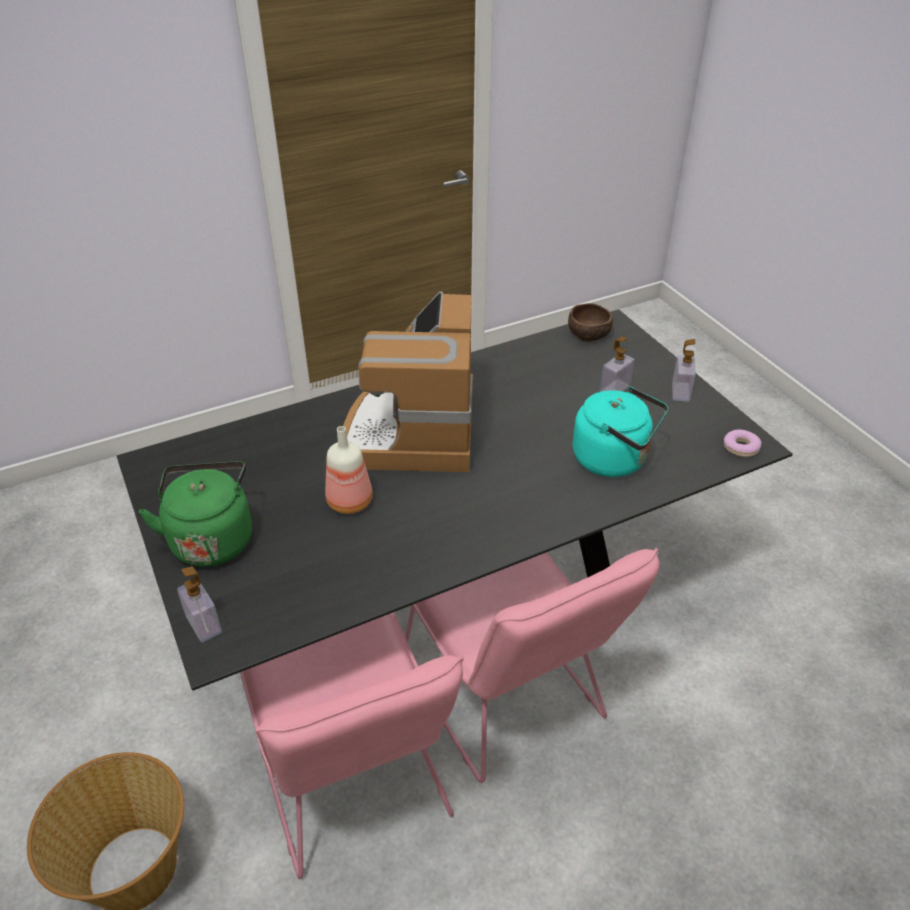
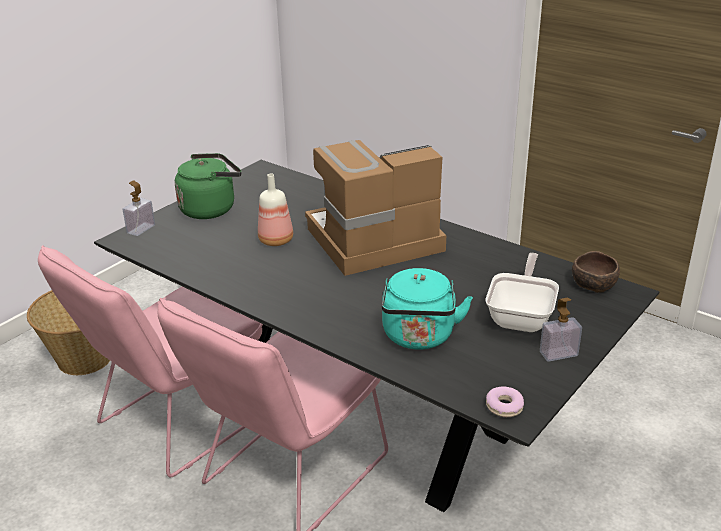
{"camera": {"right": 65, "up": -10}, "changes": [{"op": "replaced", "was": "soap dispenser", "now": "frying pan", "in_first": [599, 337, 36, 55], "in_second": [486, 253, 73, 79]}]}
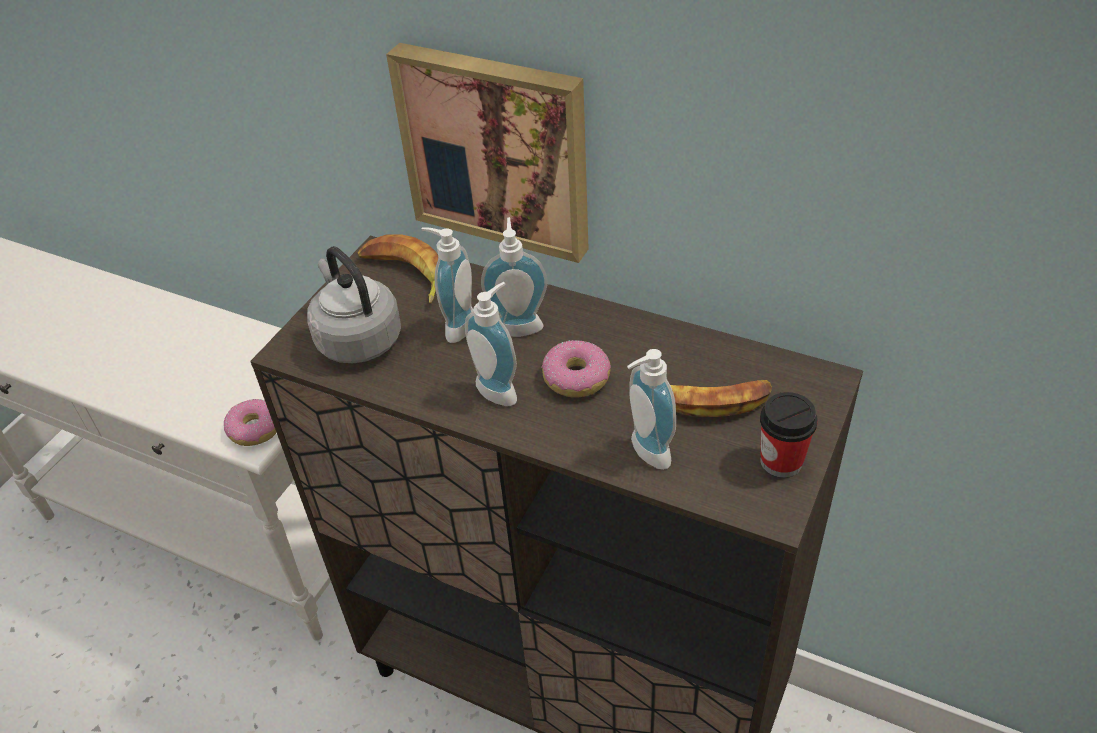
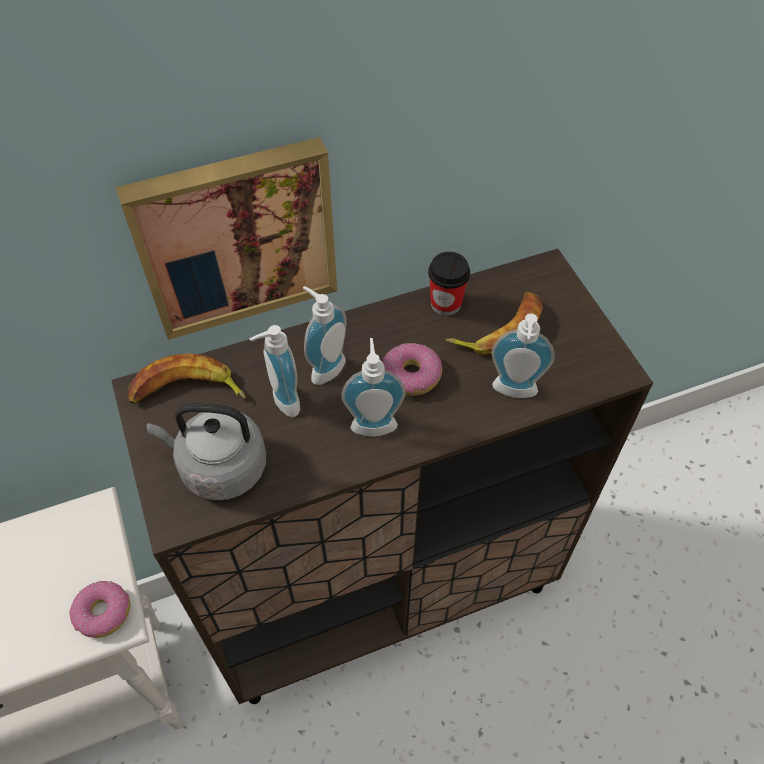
{"camera": {"right": -50, "up": 10}, "changes": [{"op": "moved", "was": "cup", "in_first": [760, 392, 58, 86], "in_second": [428, 252, 42, 64]}]}
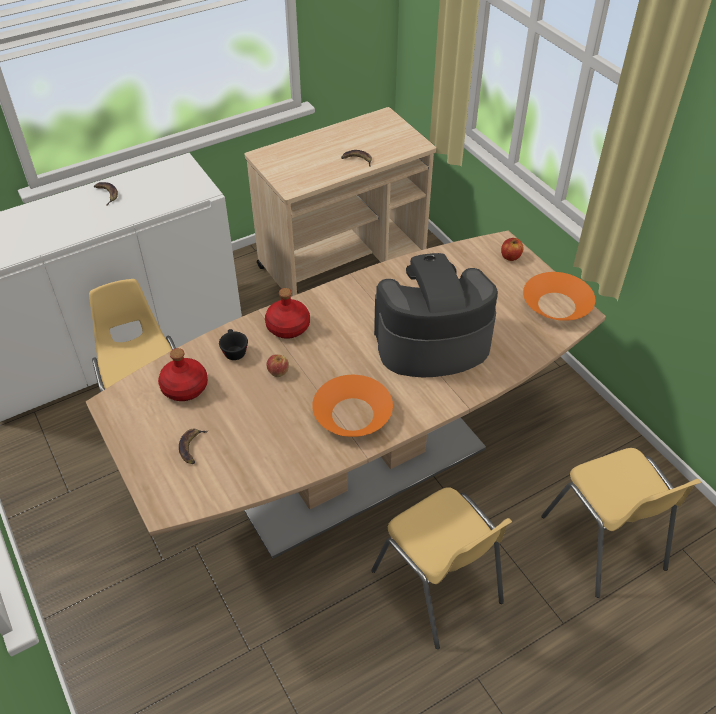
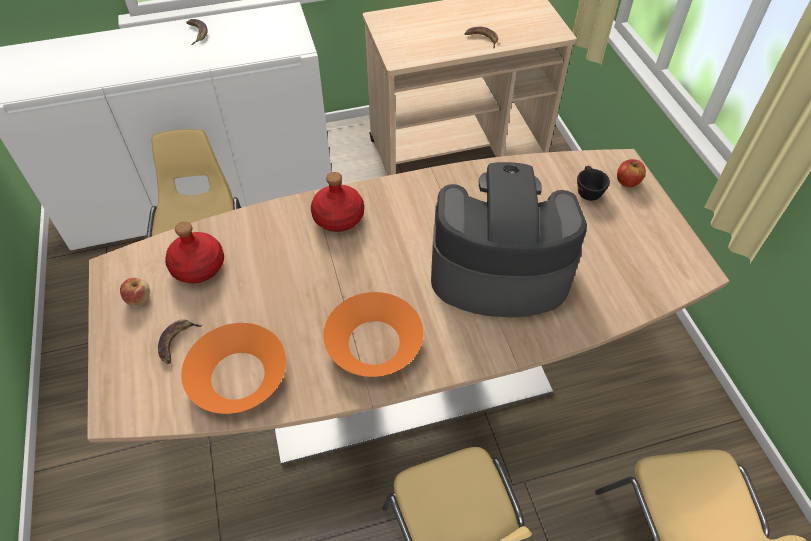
{"camera": {"right": 15, "up": 5}, "changes": [{"op": "moved", "was": "black cup", "in_first": [219, 329, 29, 31], "in_second": [577, 166, 33, 35]}, {"op": "moved", "was": "apple", "in_first": [266, 354, 23, 23], "in_second": [120, 278, 30, 28]}, {"op": "moved", "was": "orange bowl", "in_first": [523, 272, 72, 49], "in_second": [181, 323, 105, 91]}]}
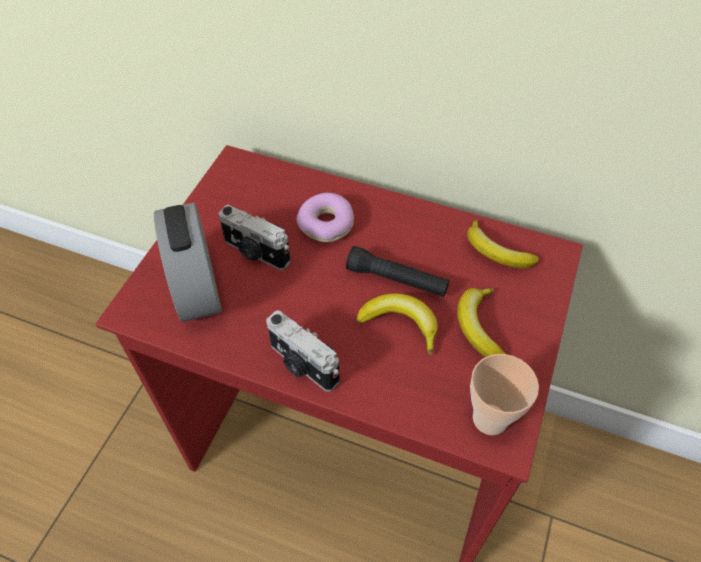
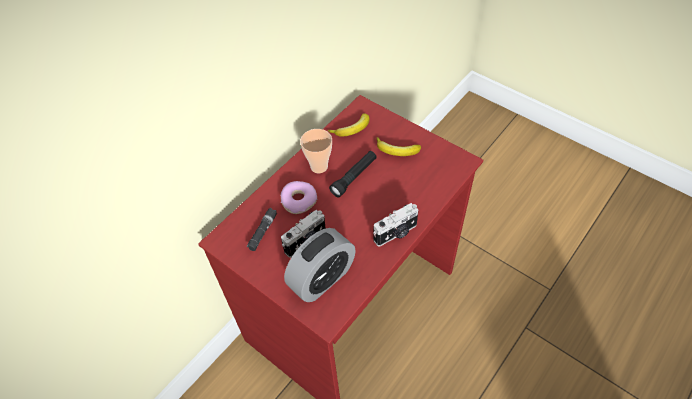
{"camera": {"right": -70, "up": 0}, "changes": [{"op": "turned", "was": "alarm clock", "in_first": [154, 203, 68, 119], "in_second": [284, 228, 72, 74], "clockwise": -45}, {"op": "removed", "was": "banana", "in_first": [356, 293, 82, 63]}, {"op": "moved", "was": "cup", "in_first": [470, 354, 69, 81], "in_second": [300, 129, 32, 44]}, {"op": "added", "now": "black flashlight", "in_second": [247, 208, 30, 43]}]}
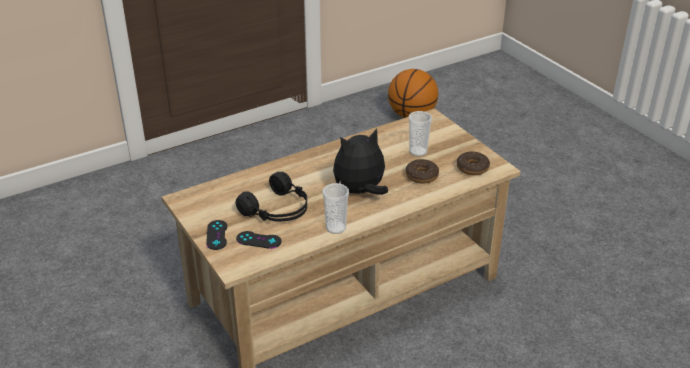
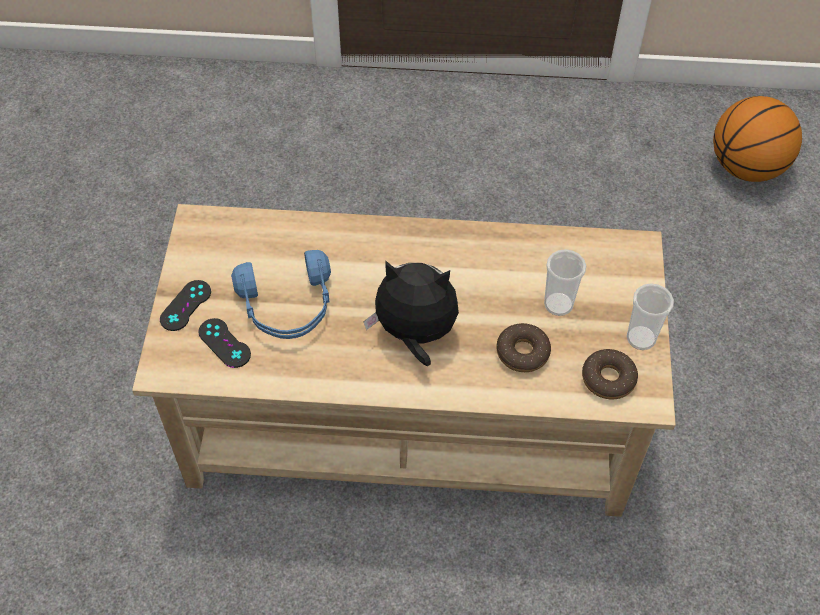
{"camera": {"right": 35, "up": 20}, "changes": [{"op": "recoloured", "was": "black headphones", "now": "blue headphones", "in_first": [235, 172, 72, 50], "in_second": [231, 250, 100, 89]}, {"op": "moved", "was": "cup", "in_first": [322, 183, 27, 51], "in_second": [627, 283, 47, 67]}]}
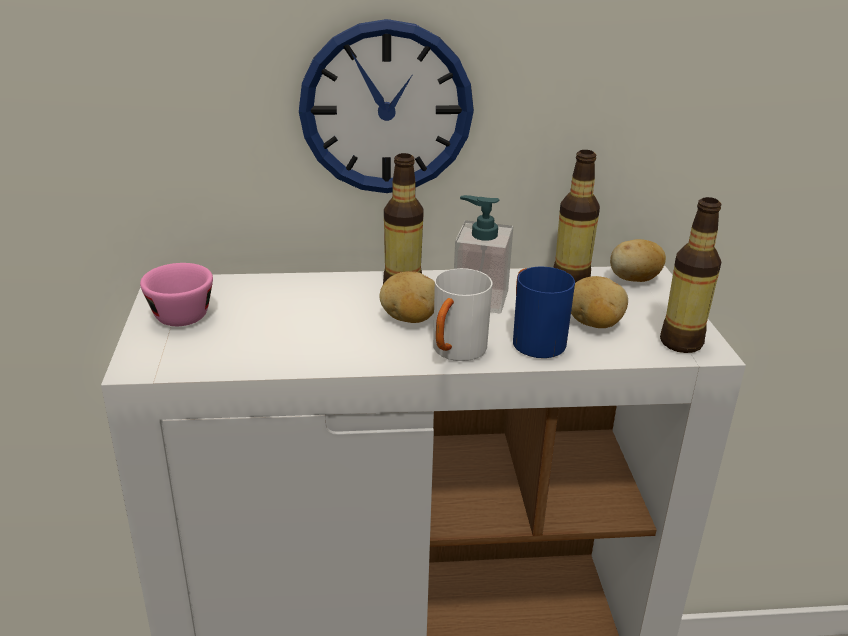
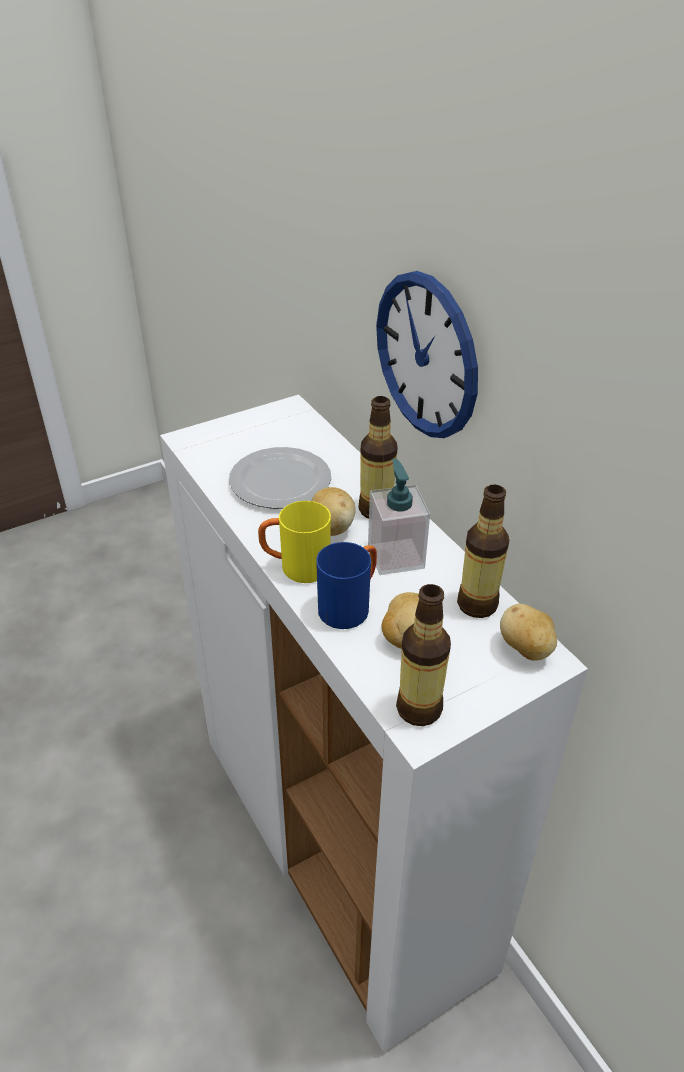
{"camera": {"right": 65, "up": 10}, "changes": [{"op": "removed", "was": "pink cup", "in_first": [140, 263, 73, 63]}, {"op": "recoloured", "was": "white mug", "now": "yellow mug", "in_first": [433, 268, 60, 93], "in_second": [258, 501, 73, 82]}, {"op": "added", "now": "plate", "in_second": [229, 447, 102, 62]}]}
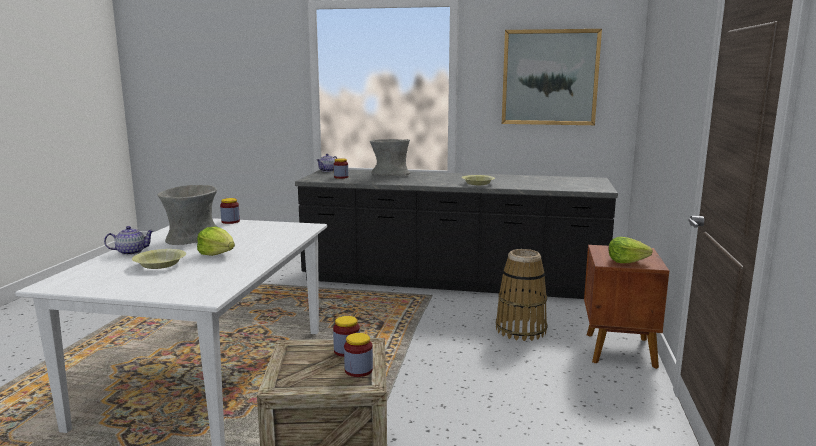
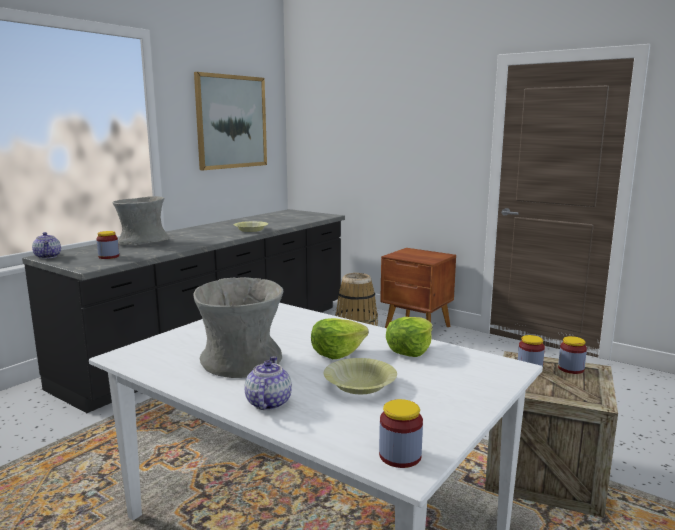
{"camera": {"right": -65, "up": 0}, "changes": [{"op": "moved", "was": "jar", "in_first": [220, 198, 20, 26], "in_second": [379, 399, 44, 69]}, {"op": "moved", "was": "lettuce", "in_first": [609, 237, 44, 26], "in_second": [386, 317, 47, 40]}]}
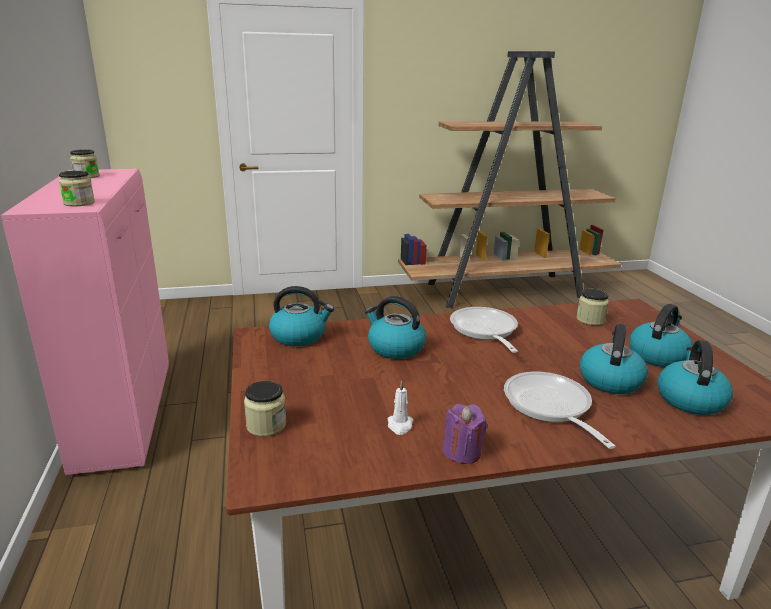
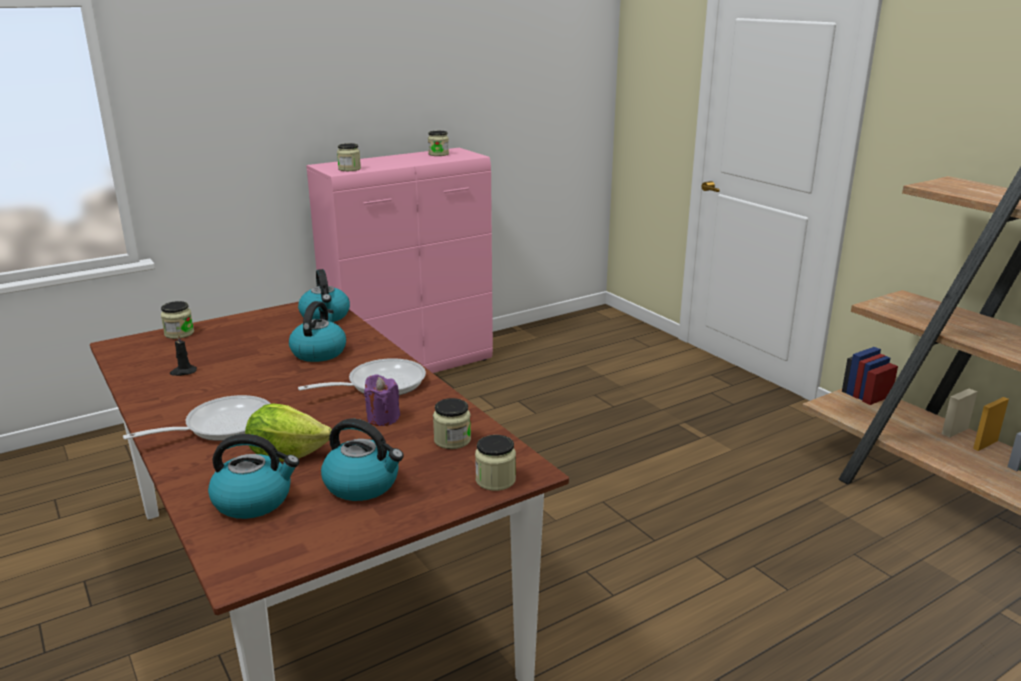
{"camera": {"right": 70, "up": 0}, "changes": [{"op": "recoloured", "was": "white candle", "now": "black candle", "in_first": [388, 380, 25, 55], "in_second": [170, 334, 27, 42]}, {"op": "moved", "was": "purple candle", "in_first": [442, 404, 45, 60], "in_second": [364, 374, 36, 52]}, {"op": "replaced", "was": "kettle", "now": "lettuce", "in_first": [580, 324, 68, 70], "in_second": [245, 403, 87, 59]}, {"op": "added", "now": "jar", "in_second": [475, 435, 41, 56]}]}
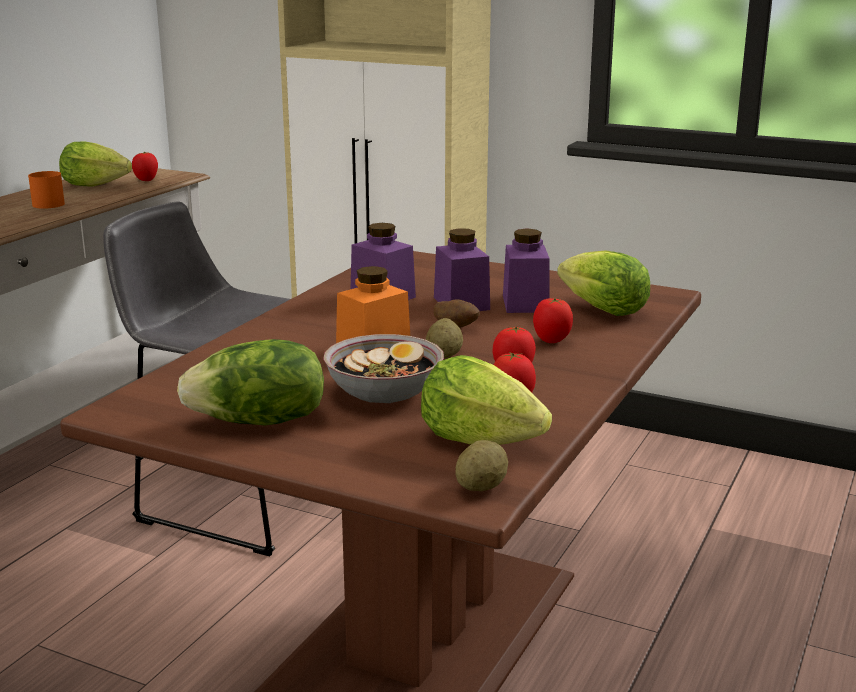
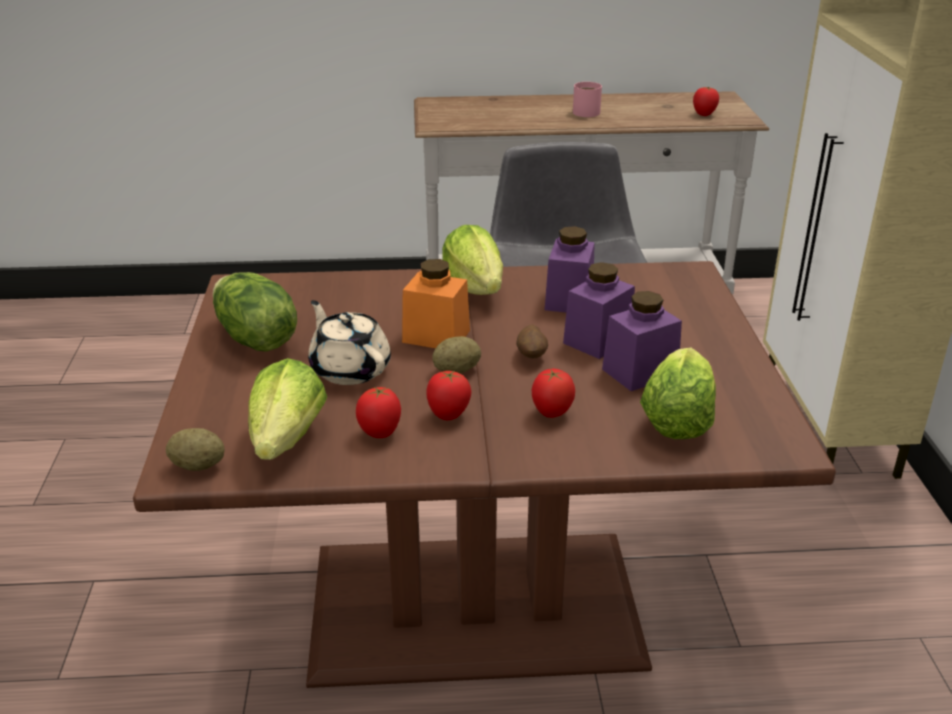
{"camera": {"right": 60, "up": 10}, "changes": [{"op": "recoloured", "was": "orange mug", "now": "pink mug", "in_first": [28, 171, 37, 38], "in_second": [573, 82, 29, 35]}, {"op": "moved", "was": "lettuce", "in_first": [59, 141, 73, 46], "in_second": [442, 225, 61, 70]}, {"op": "replaced", "was": "bowl", "now": "beige teapot", "in_first": [323, 334, 121, 69], "in_second": [308, 300, 83, 85]}]}
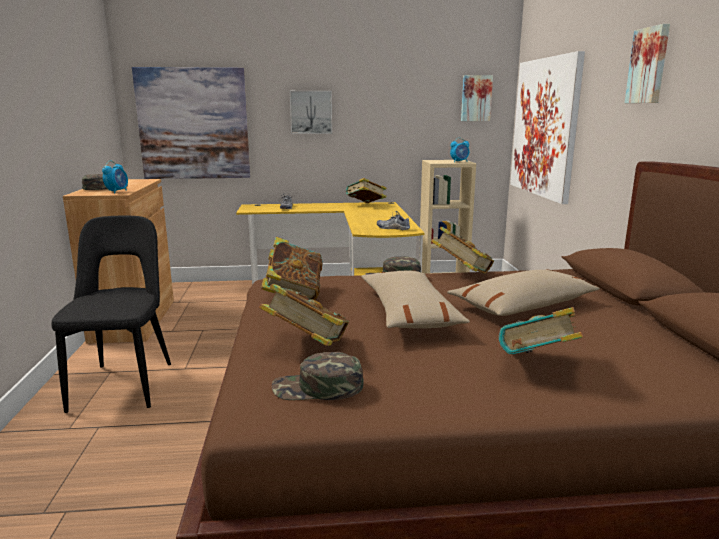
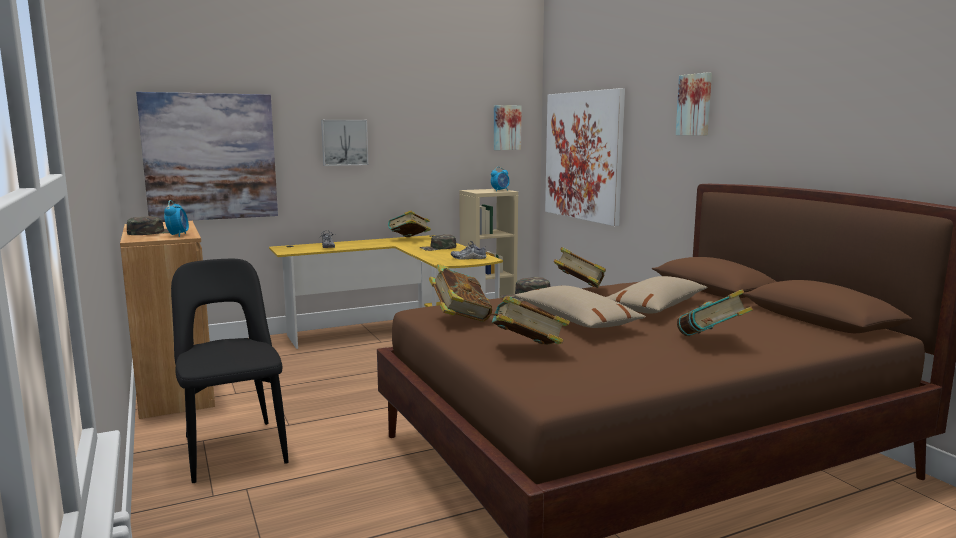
{"camera": {"right": -20, "up": -5}, "changes": [{"op": "moved", "was": "green cap", "in_first": [272, 352, 91, 48], "in_second": [420, 234, 36, 17]}]}
